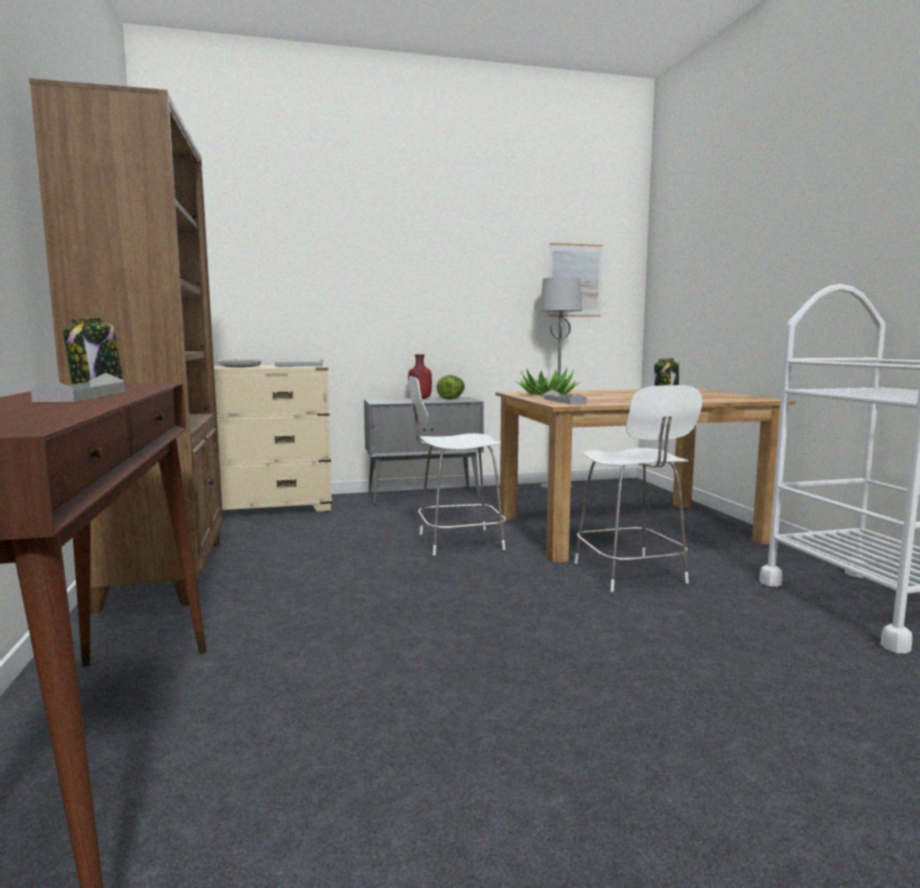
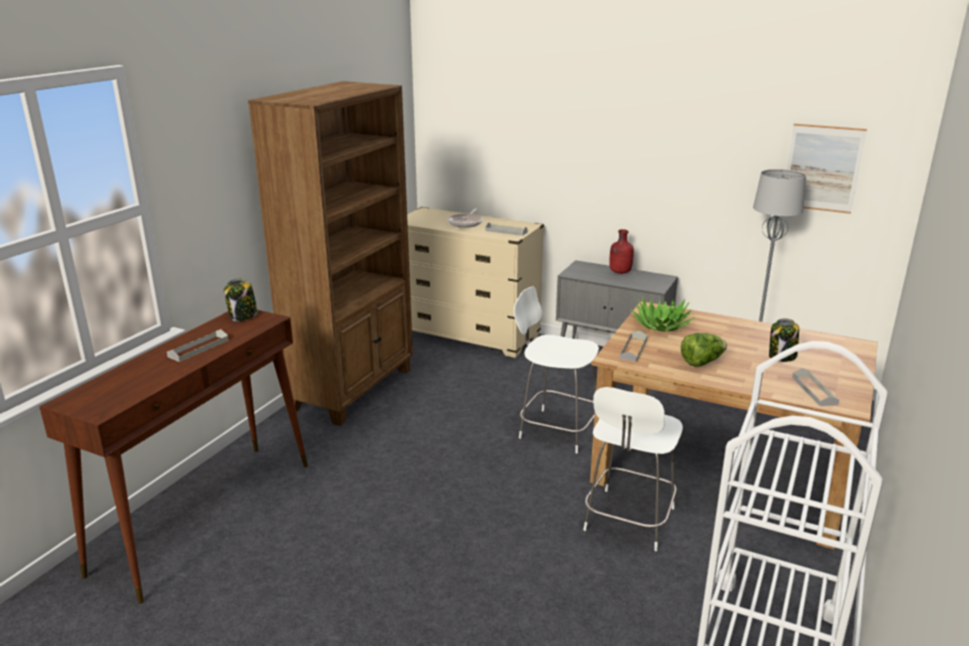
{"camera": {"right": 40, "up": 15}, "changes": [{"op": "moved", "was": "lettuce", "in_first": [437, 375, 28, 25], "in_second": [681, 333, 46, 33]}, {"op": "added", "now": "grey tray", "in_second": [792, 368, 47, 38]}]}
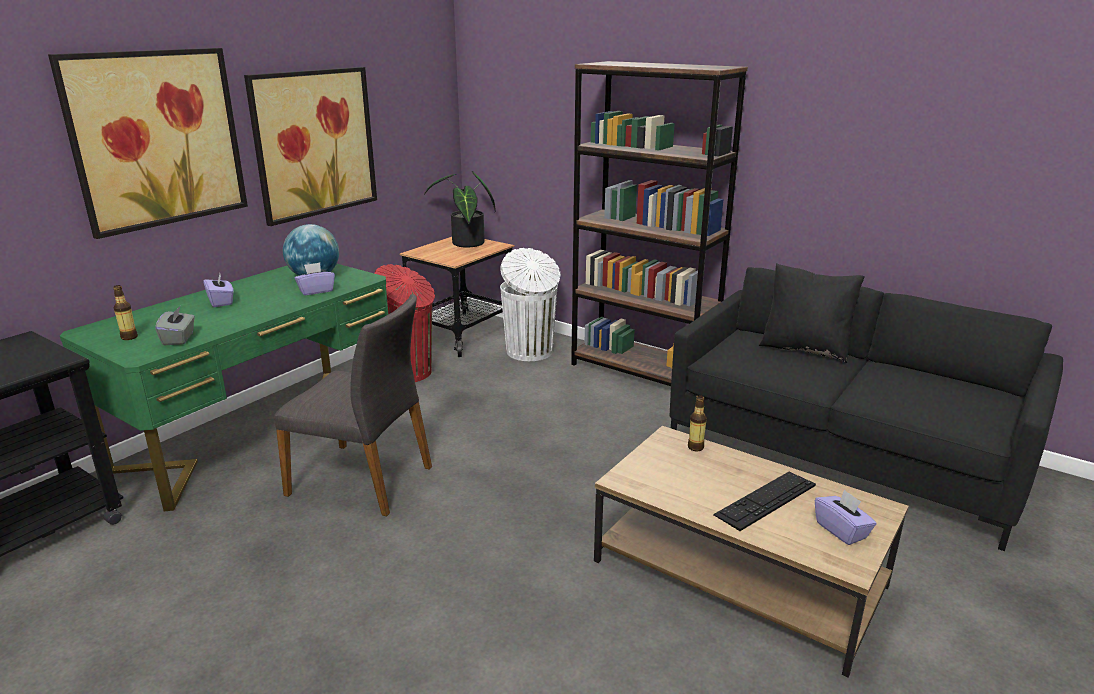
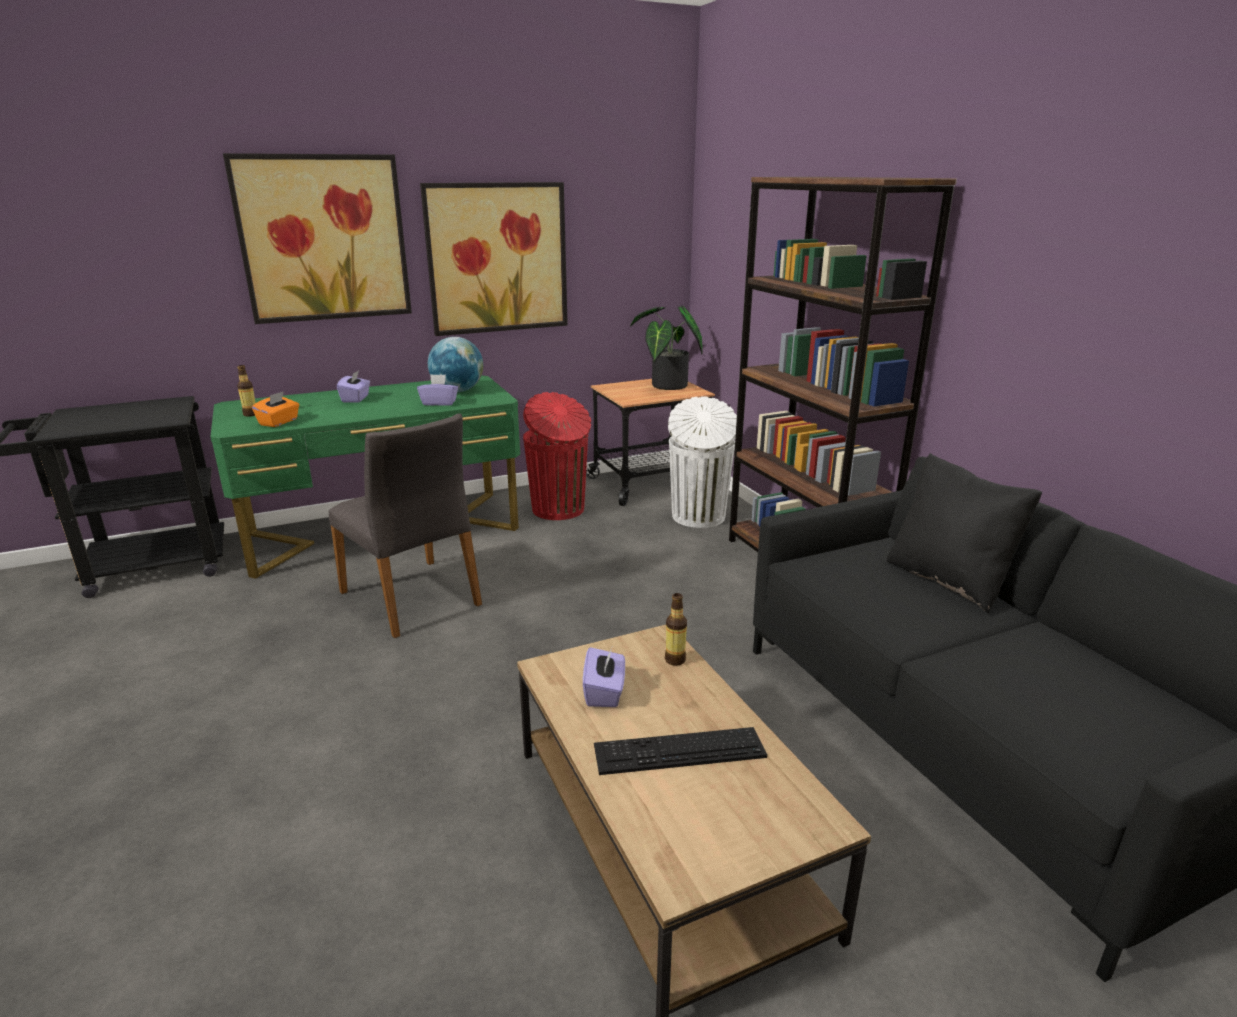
{"camera": {"right": 30, "up": 0}, "changes": [{"op": "recoloured", "was": "grey tissue box", "now": "orange tissue box", "in_first": [155, 305, 40, 40], "in_second": [252, 391, 47, 36]}, {"op": "moved", "was": "purple tissue box", "in_first": [815, 489, 62, 56], "in_second": [583, 647, 42, 60]}]}
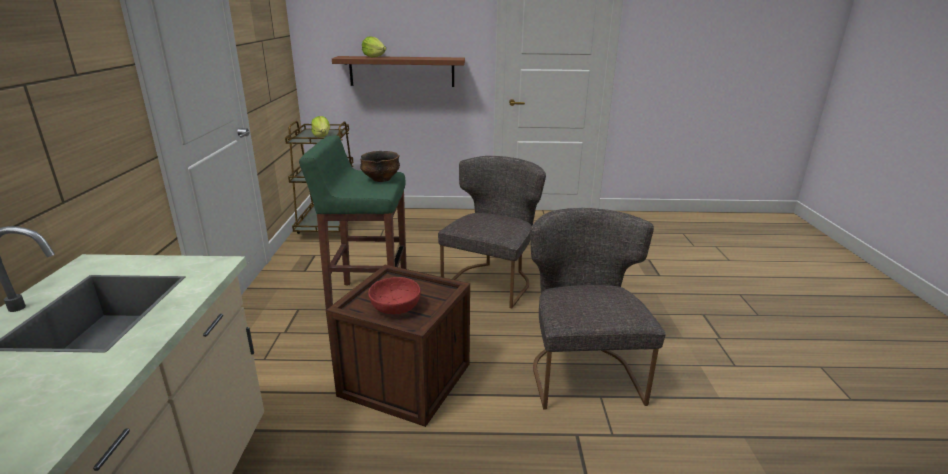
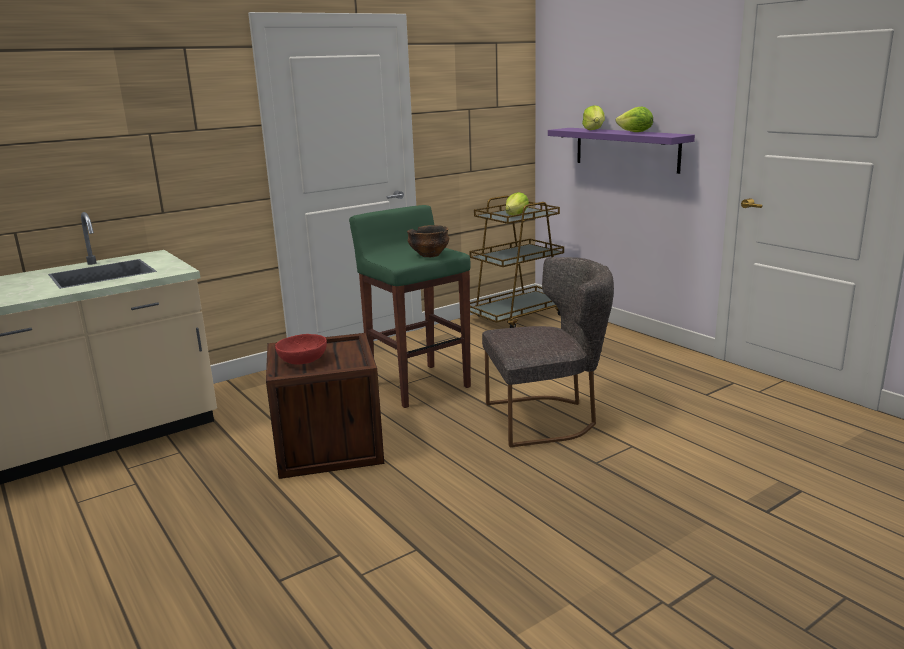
{"camera": {"right": 55, "up": -5}, "changes": [{"op": "recoloured", "was": "brown shelf", "now": "purple shelf", "in_first": [332, 56, 133, 31], "in_second": [548, 128, 147, 46]}, {"op": "removed", "was": "grey chair", "in_first": [530, 207, 136, 203]}, {"op": "added", "now": "lettuce", "in_second": [616, 107, 37, 25]}]}
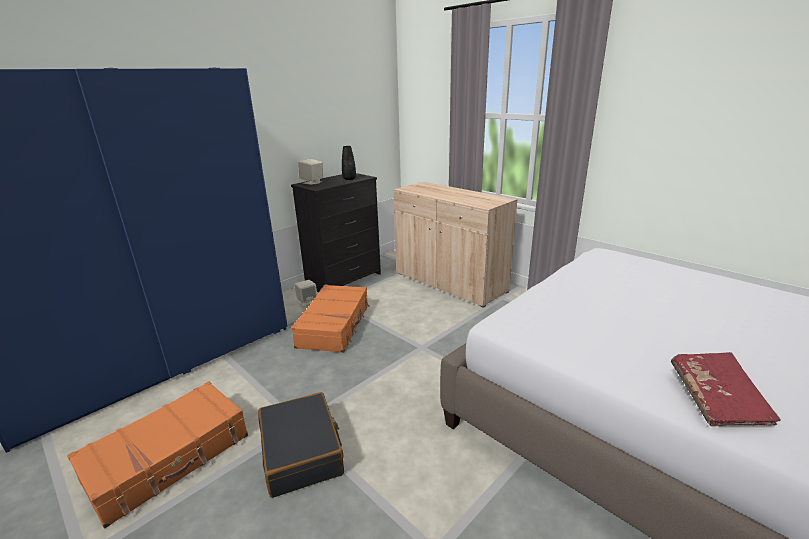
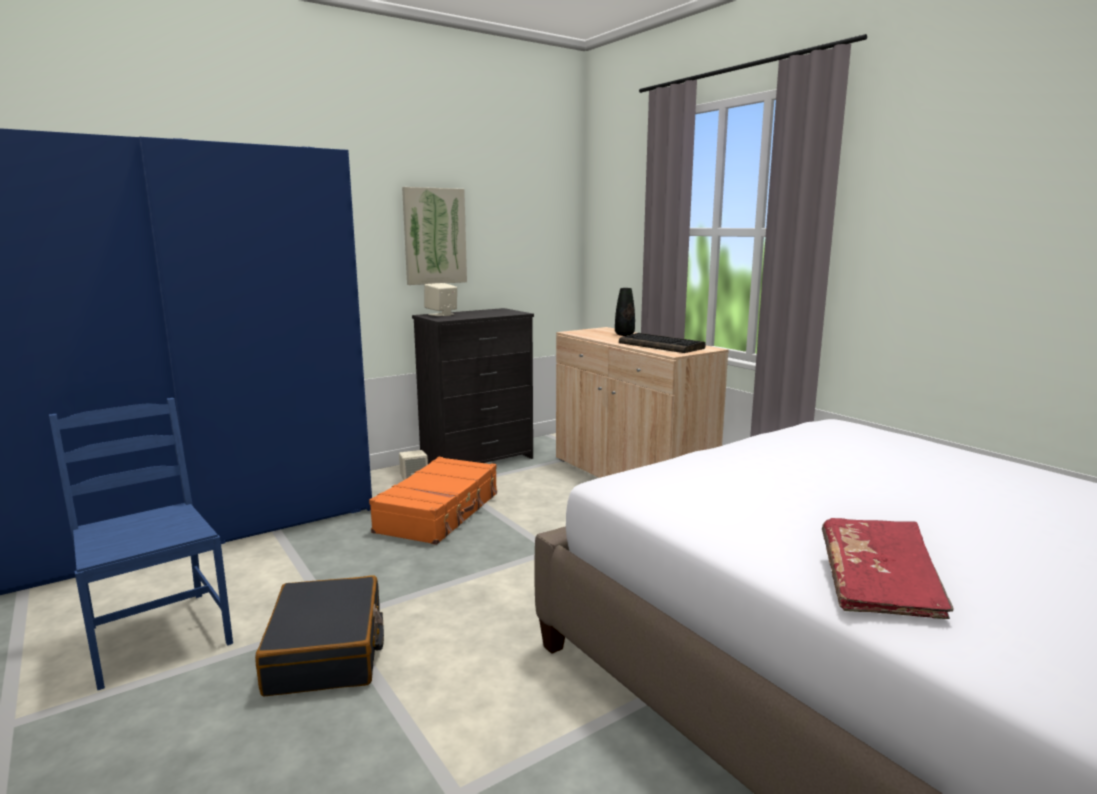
{"camera": {"right": 10, "up": -10}, "changes": [{"op": "replaced", "was": "orange suitcase", "now": "blue chair", "in_first": [67, 381, 181, 147], "in_second": [49, 398, 184, 292]}, {"op": "moved", "was": "black vase", "in_first": [342, 146, 14, 34], "in_second": [615, 288, 20, 48]}, {"op": "added", "now": "picture", "in_second": [402, 187, 65, 98]}, {"op": "added", "now": "keyboard", "in_second": [619, 333, 86, 20]}]}
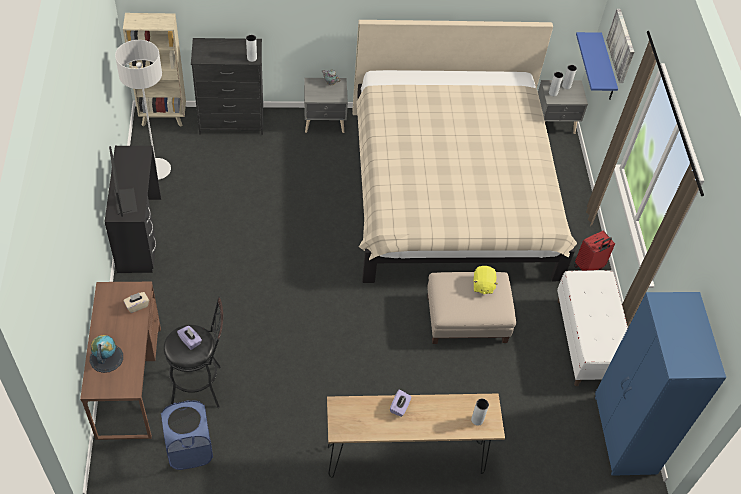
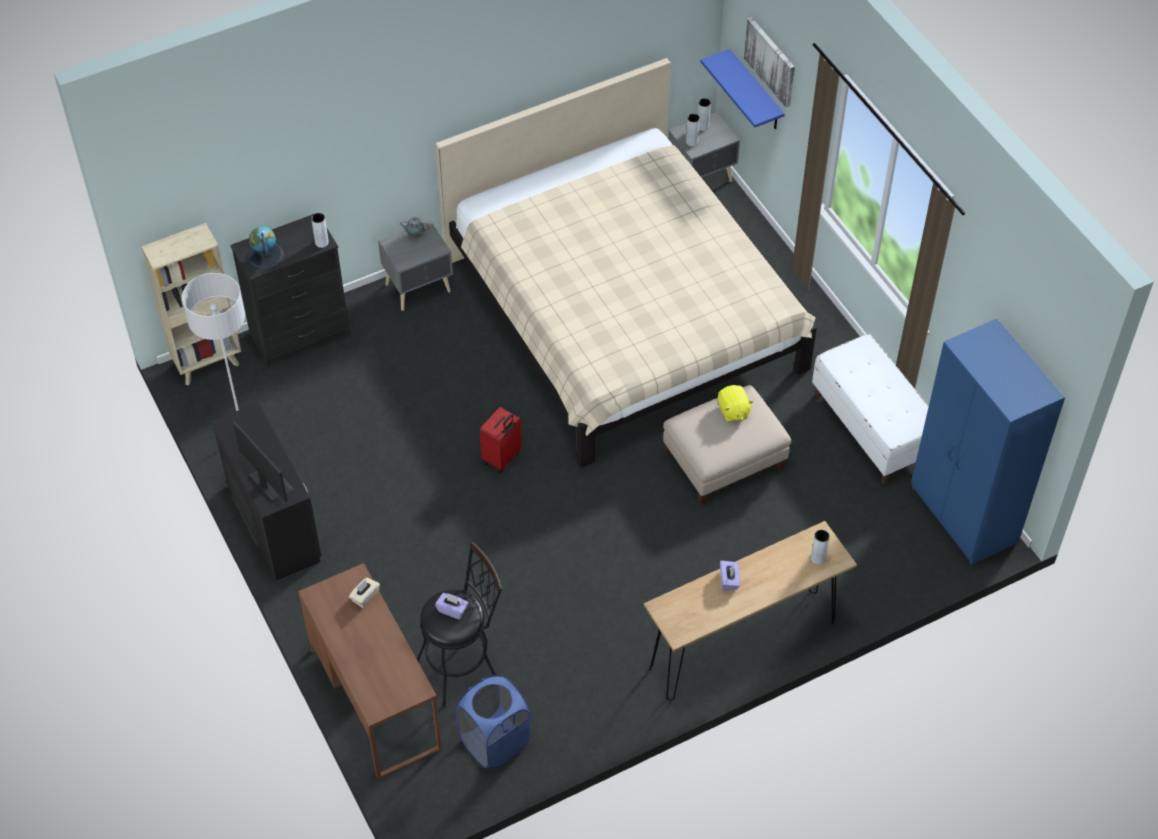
{"camera": {"right": -20, "up": 0}, "changes": [{"op": "moved", "was": "globe", "in_first": [90, 335, 33, 38], "in_second": [247, 226, 37, 44]}, {"op": "moved", "was": "red suitcase", "in_first": [574, 231, 41, 39], "in_second": [480, 407, 42, 67]}]}
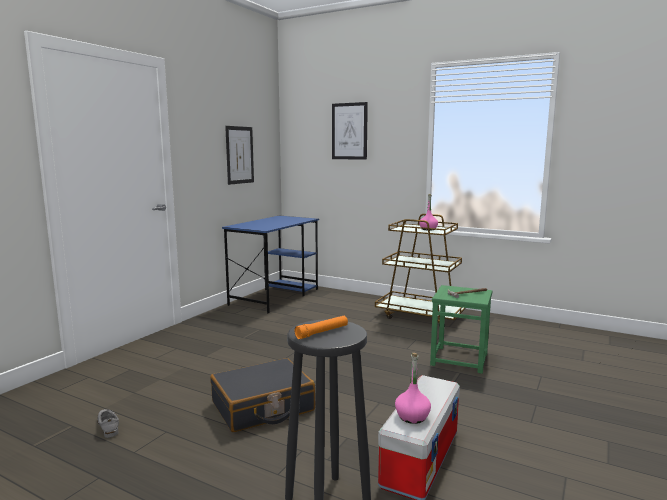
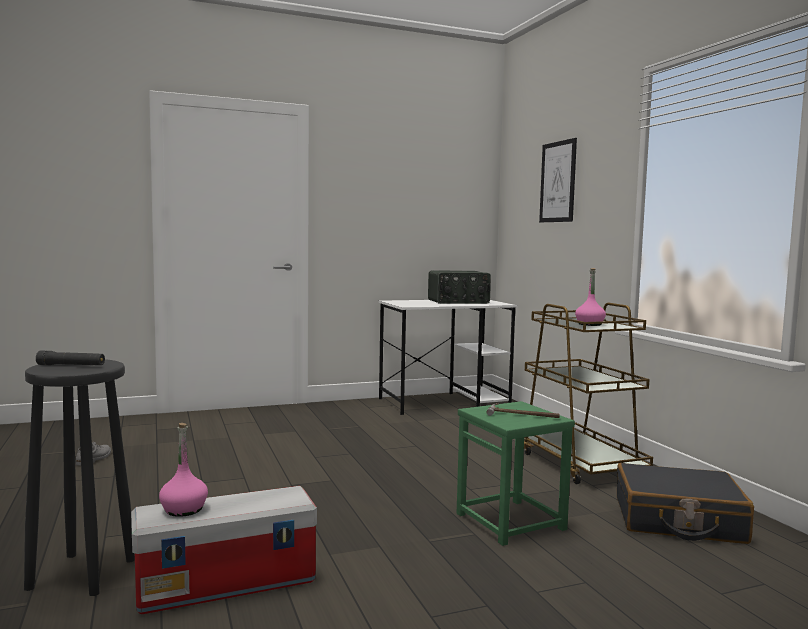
{"camera": {"right": 40, "up": -5}, "changes": [{"op": "moved", "was": "black suitcase", "in_first": [210, 358, 105, 74], "in_second": [617, 463, 137, 81]}, {"op": "recoloured", "was": "blue desk", "now": "white desk", "in_first": [222, 216, 97, 97], "in_second": [378, 300, 140, 115]}, {"op": "removed", "was": "picture", "in_first": [225, 126, 29, 59]}, {"op": "recoloured", "was": "orange flashlight", "now": "black flashlight", "in_first": [294, 316, 54, 23], "in_second": [36, 350, 69, 15]}, {"op": "added", "now": "radio", "in_second": [428, 270, 63, 34]}]}
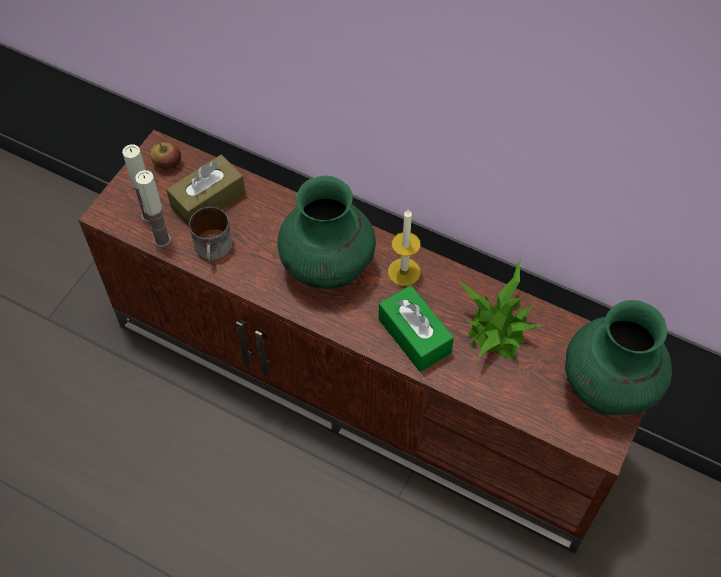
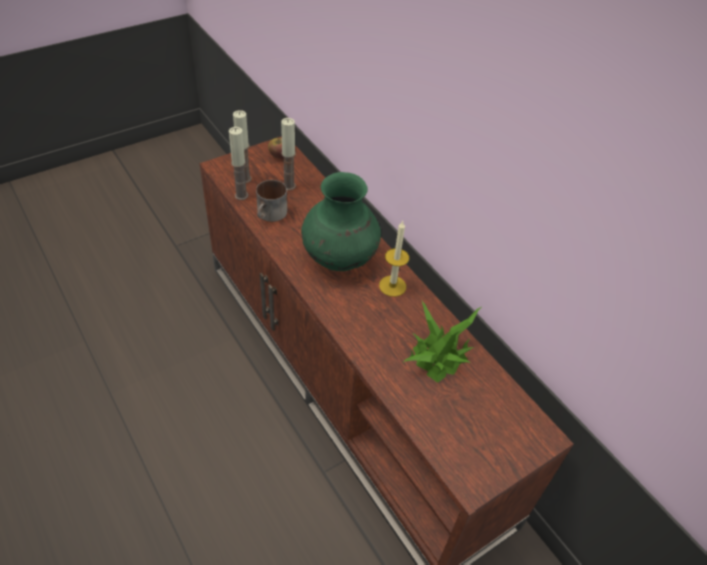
{"camera": {"right": 25, "up": -10}, "changes": [{"op": "replaced", "was": "brown tissue box", "now": "candle", "in_first": [166, 155, 80, 71], "in_second": [281, 118, 15, 73]}, {"op": "removed", "was": "green tissue box", "in_first": [379, 285, 75, 87]}, {"op": "removed", "was": "green vase", "in_first": [565, 300, 107, 115]}]}
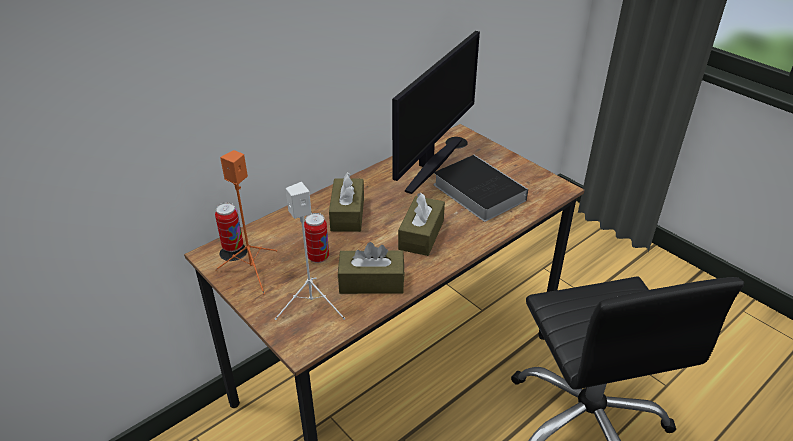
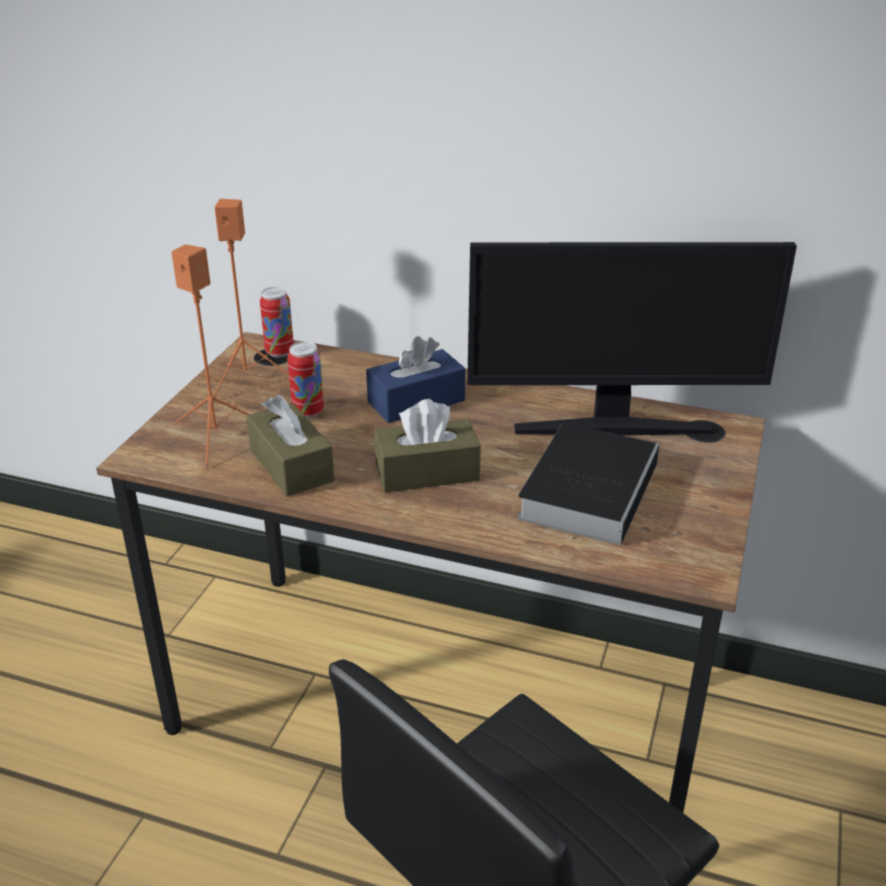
{"camera": {"right": 60, "up": -5}, "changes": [{"op": "recoloured", "was": "white speaker", "now": "orange speaker", "in_first": [275, 182, 70, 138], "in_second": [171, 244, 78, 226]}, {"op": "recoloured", "was": "brown tissue box", "now": "blue tissue box", "in_first": [329, 172, 35, 60], "in_second": [366, 336, 99, 87]}]}
